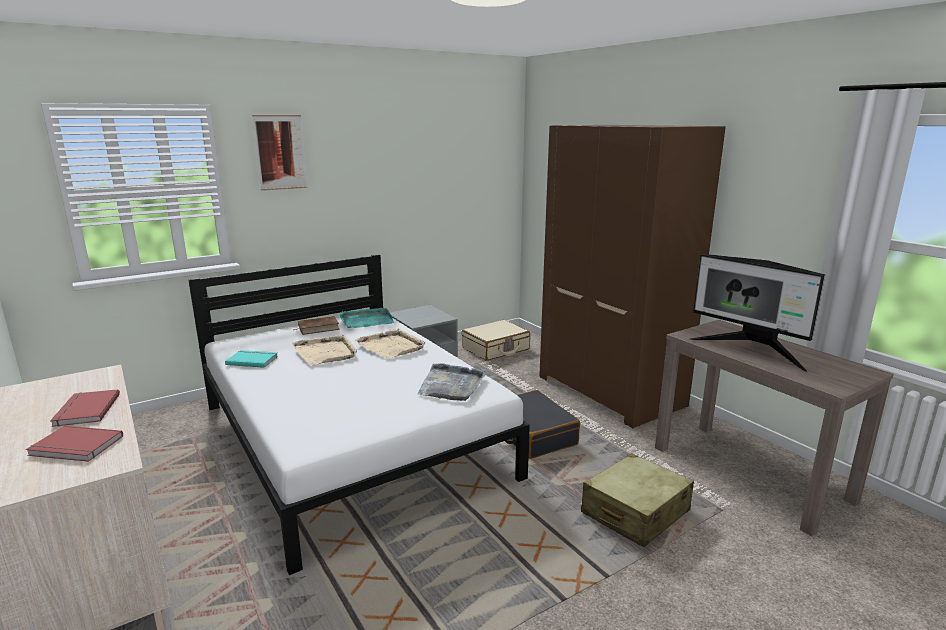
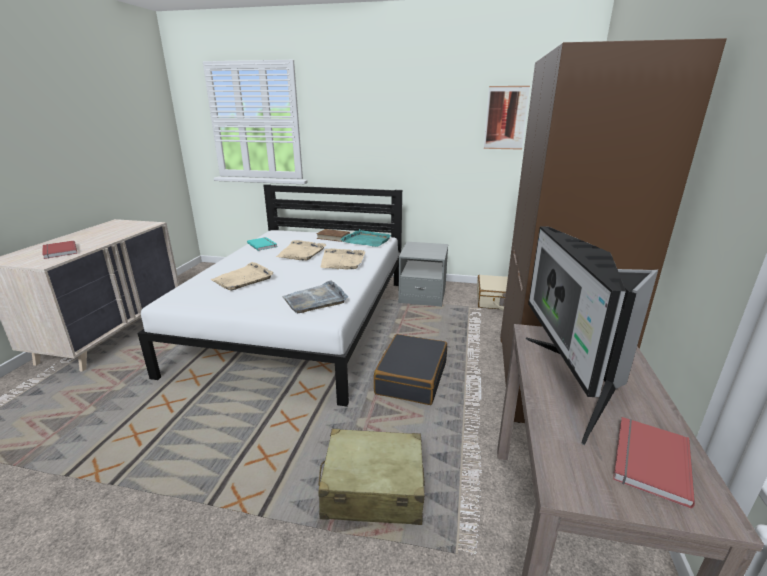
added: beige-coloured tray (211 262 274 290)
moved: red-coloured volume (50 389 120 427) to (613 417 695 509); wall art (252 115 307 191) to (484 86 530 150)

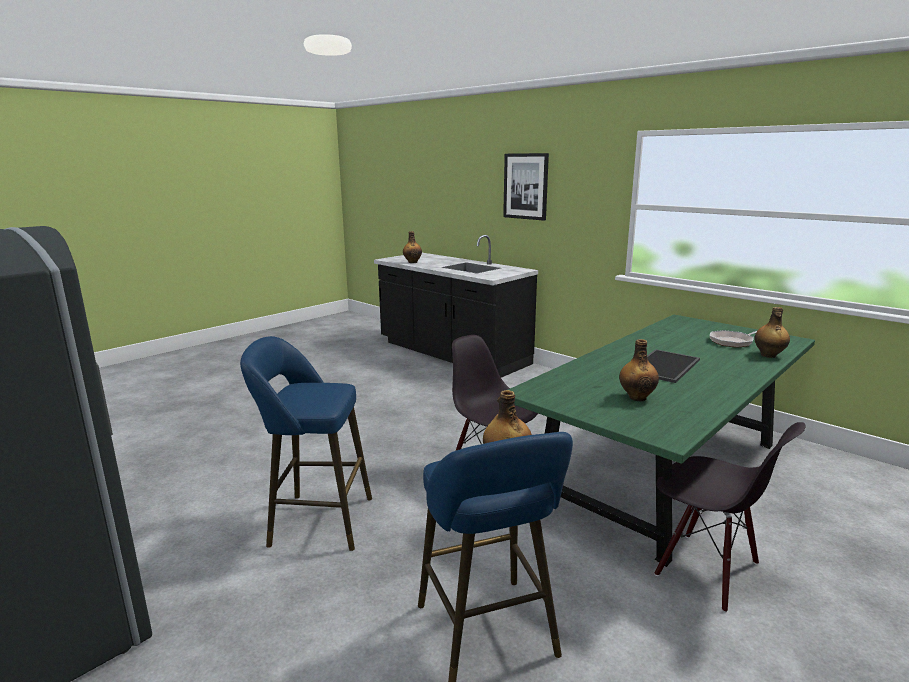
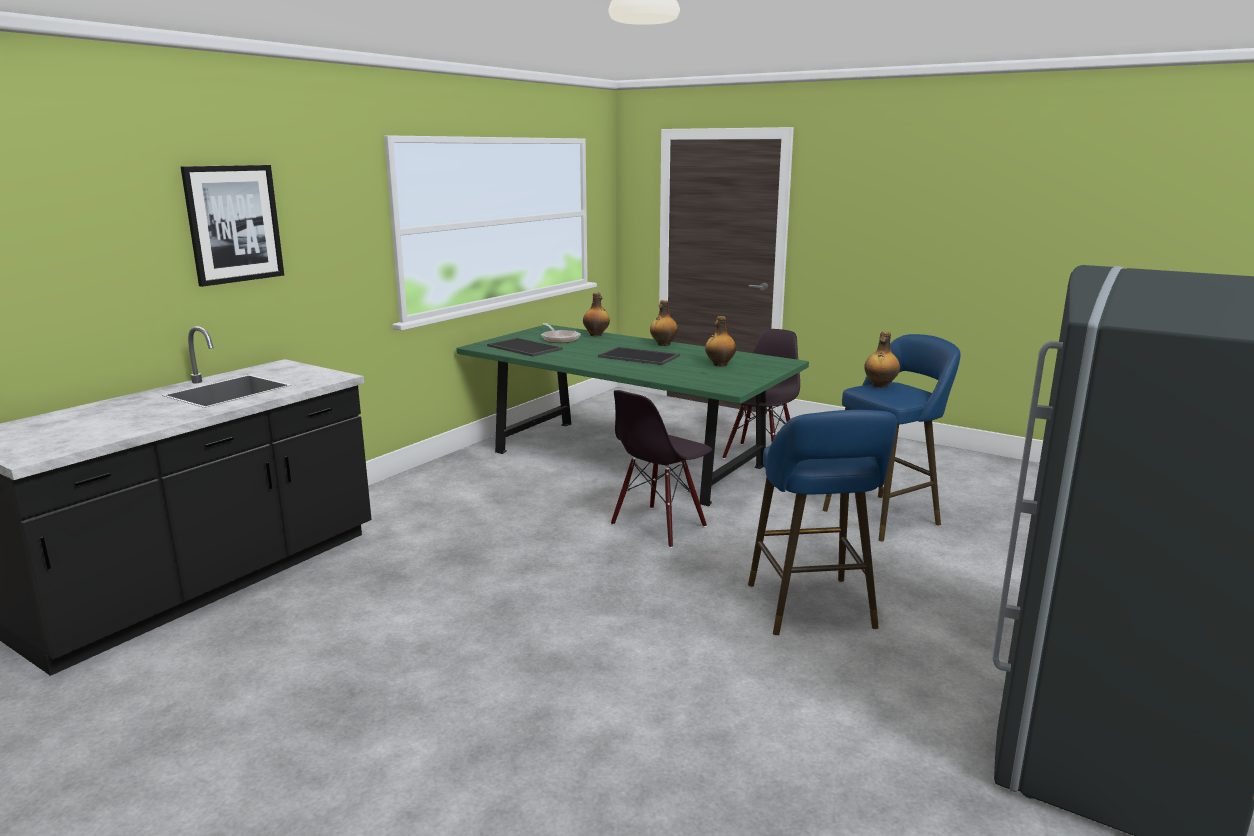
added: tray (487 338 563 357)
moved: beverage bottle (403 231 422 263) to (650 300 678 346)

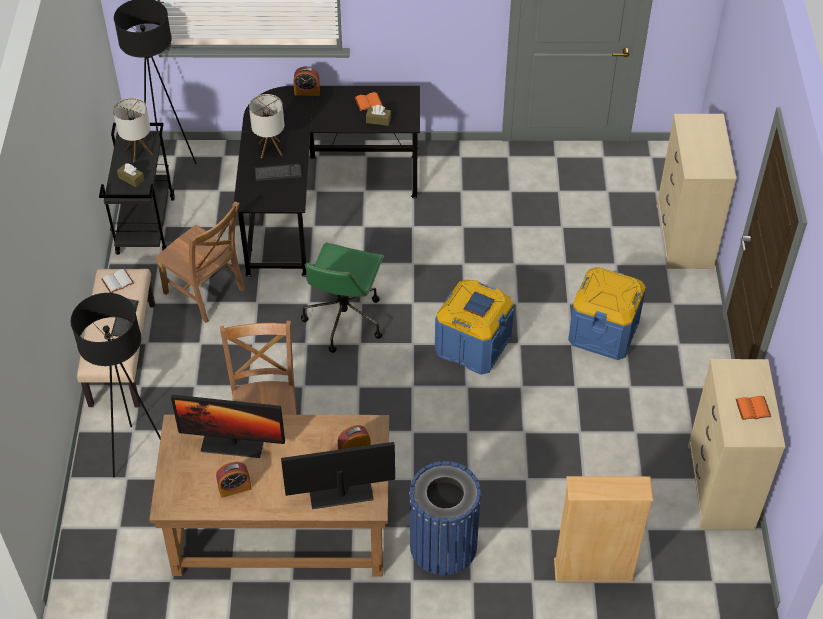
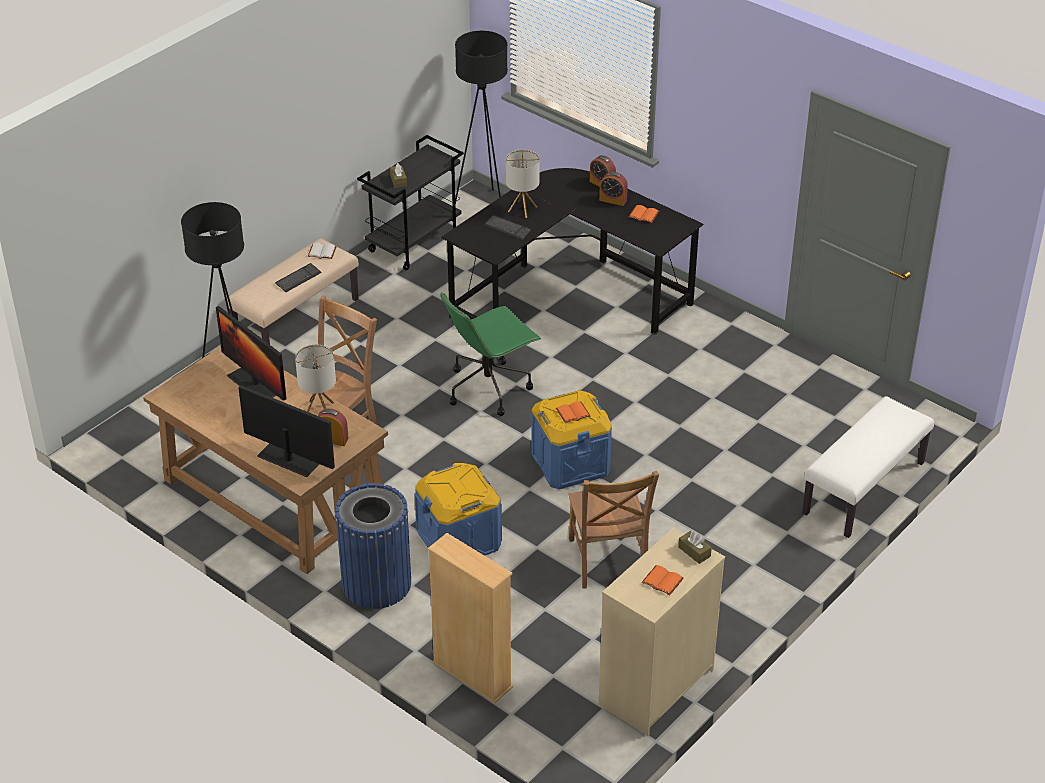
moved: lamp for a table (113 98 153 163) to (295 344 336 412); brownish upright chair (155 202 245 323) to (568 471 659 589); table clock (216 462 251 498) to (599 172 628 206); brownish tissue holder (366 105 391 126) to (678 531 712 564); bluish storage bin (568 267 646 360) to (415 463 502 555)
replaced: beige-coloured dresser (656 114 737 269) to white bench (802 396 934 538)
recoloured: bluish volume (463 292 495 318) to orange volume (556 401 591 423)

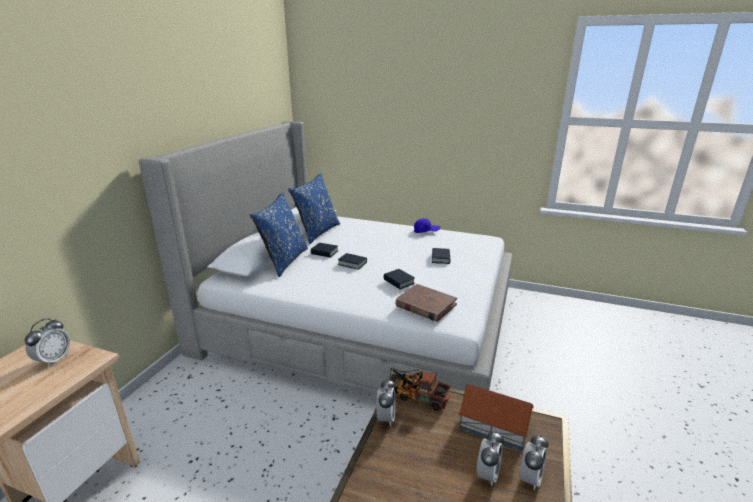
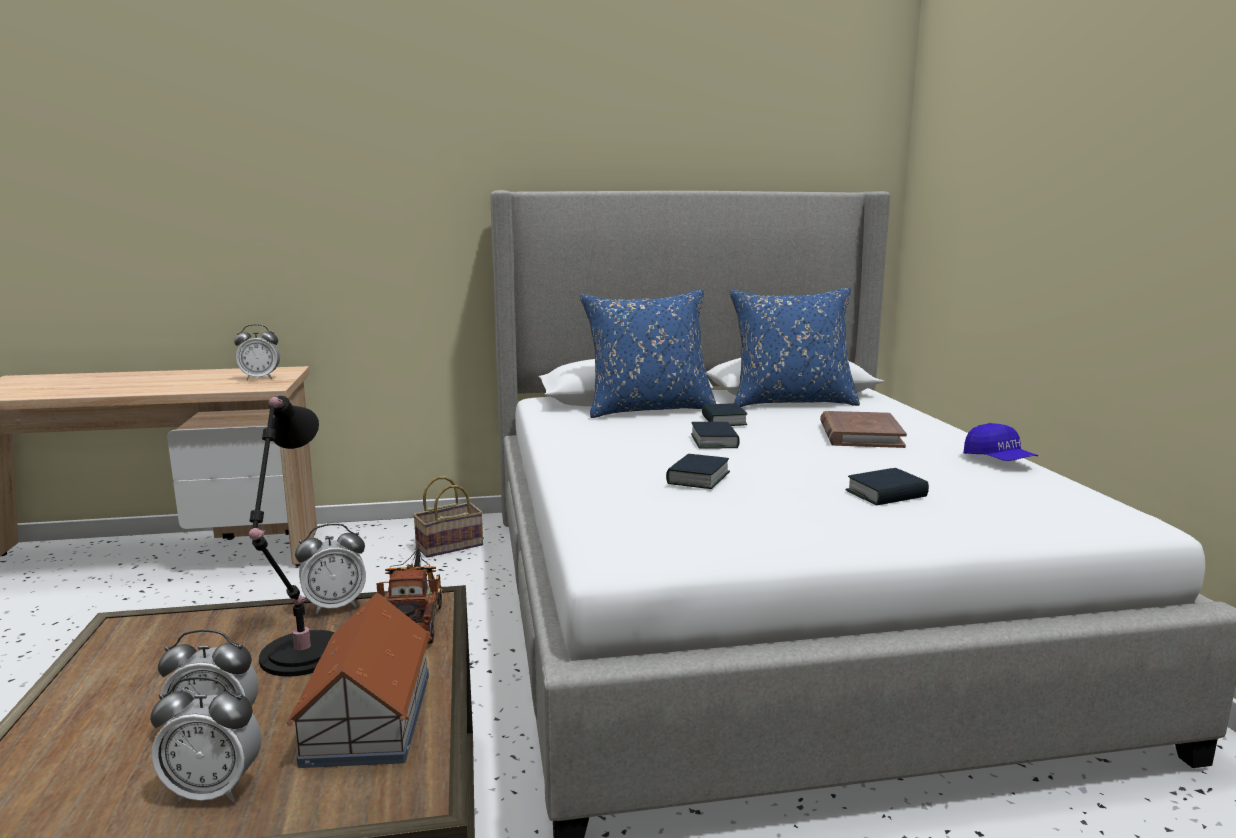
added: black-coloured lamp for a table (249 396 335 676); household basket (413 476 483 558)
moved: brownish volume (395 284 457 322) to (820 411 907 448)

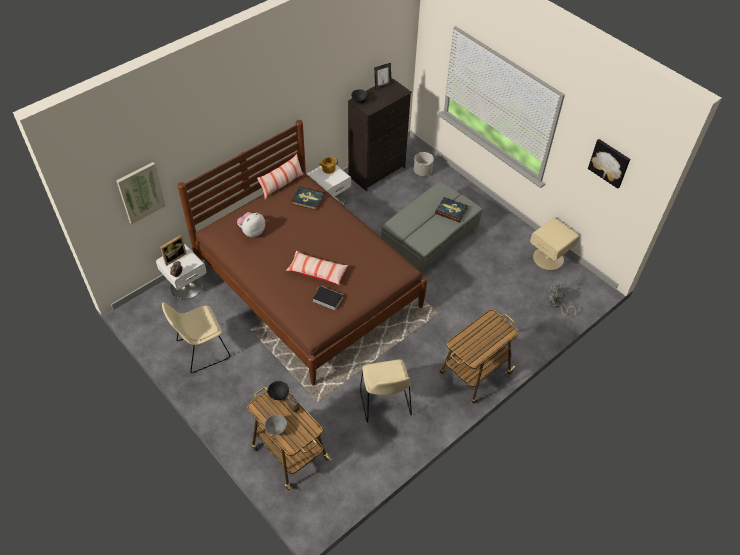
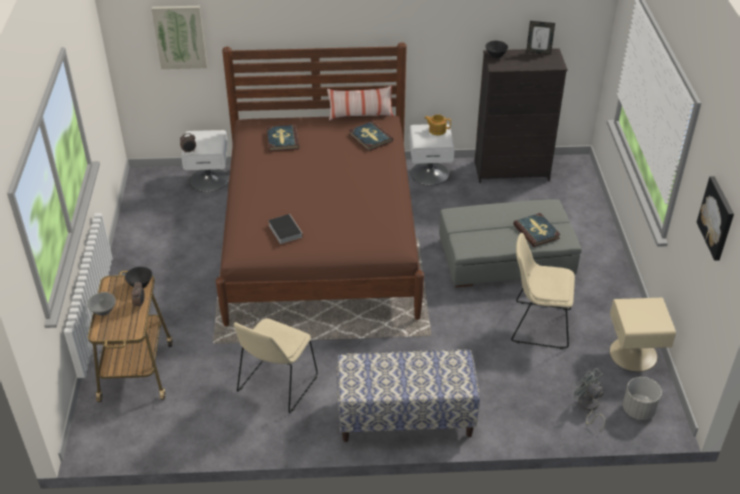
removed: photo frame (160 235 186 266); pillow (286 251 349 285)
moved: beige-coloured upright chair (162 302 230 373) to (511 233 575 349); greyish flower pot (414 152 434 176) to (623 377 662 420)
replaced: soft toy (237 212 265 237) to volume (267 125 299 152); cart (440 310 518 403) to bench (336 349 480 442)

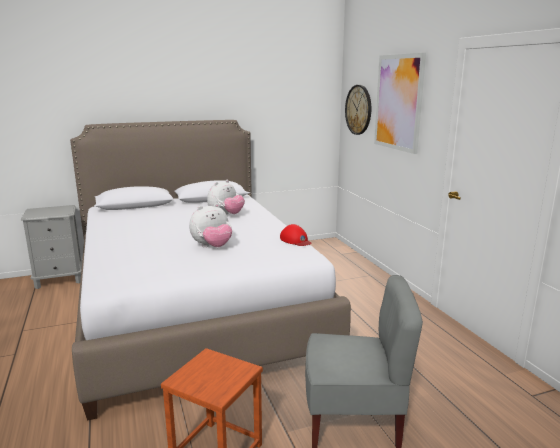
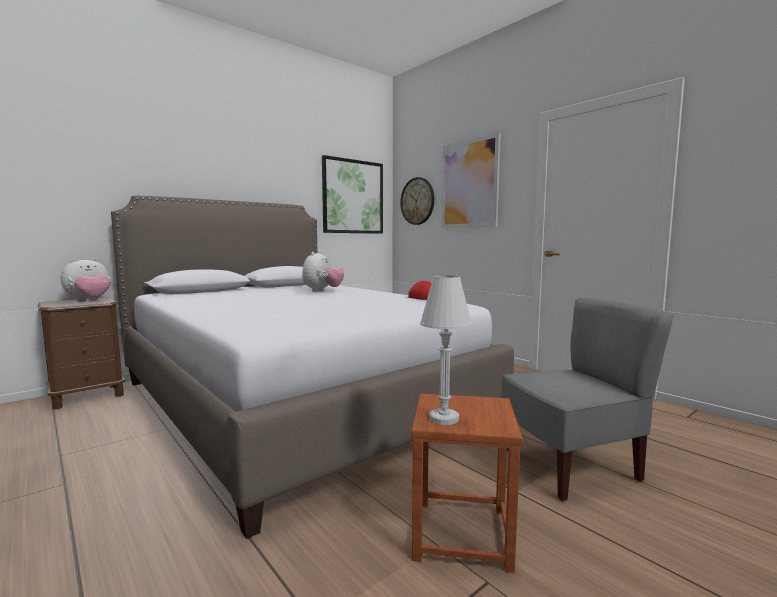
added: wall art (322 155 383 234); white lamp for a table (420 275 472 425)
moved: soft toy (189 203 232 247) to (61 258 111 302)
recoloured: greyish night table (21 205 82 289) to brownish night table (38 297 125 409)

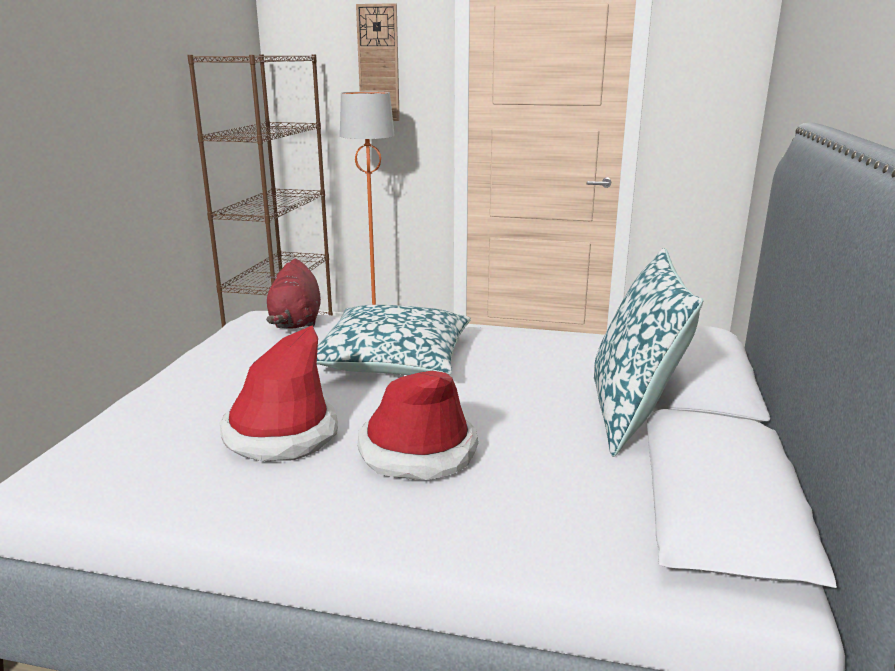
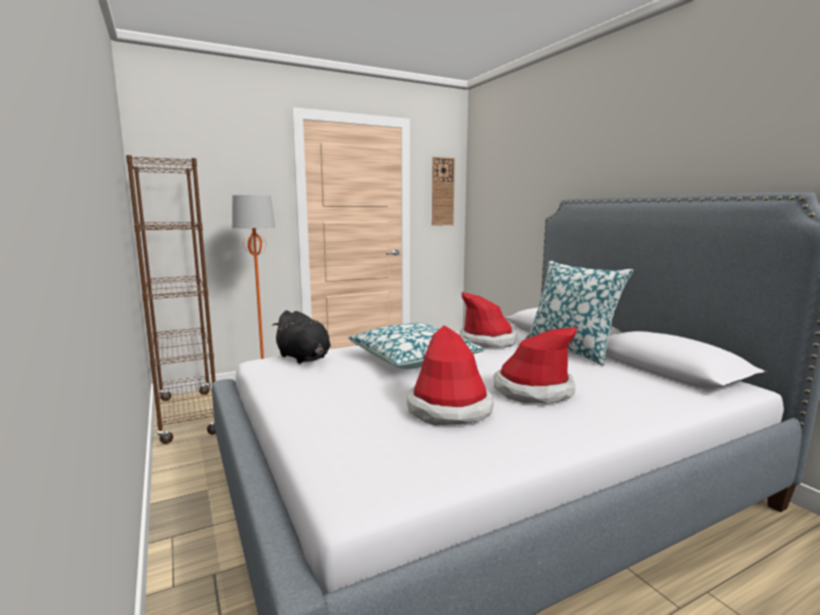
added: clothing hat (459 292 517 348)
moved: clock on the wall (356 3 400 121) to (432 157 455 226)
recoloured: red-coloured soft toy (266 259 321 329) to black-coloured soft toy (272 310 331 364)

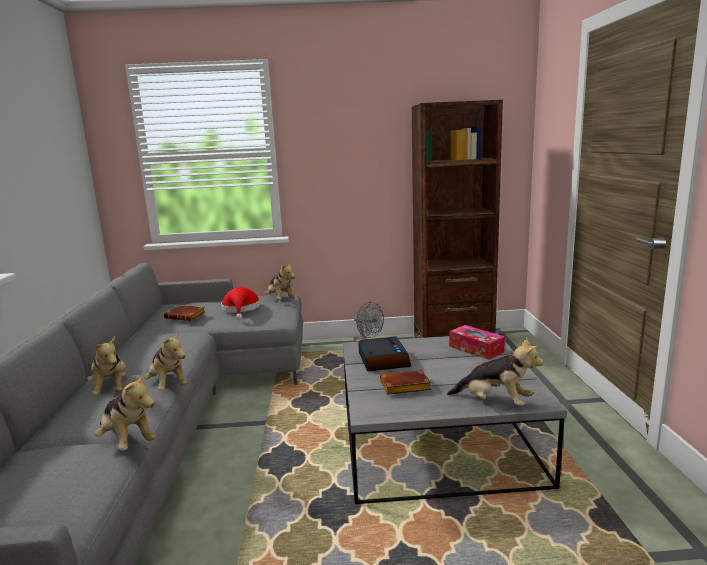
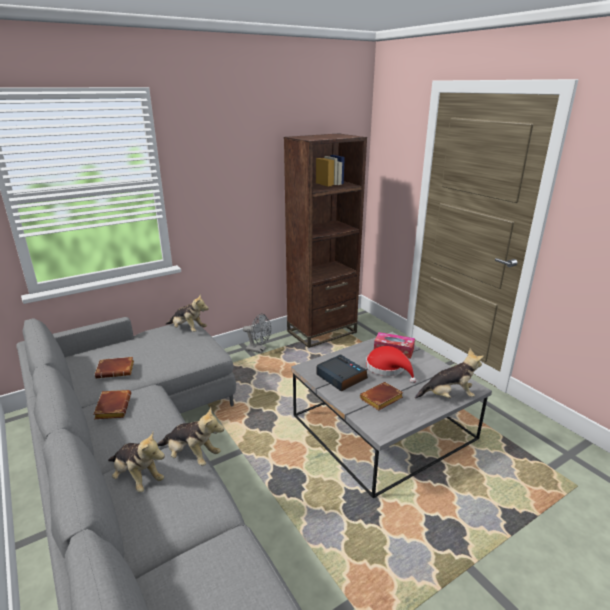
removed: soft toy (95 372 156 451)
added: brownish volume (93 390 131 419)
moved: red-coloured clothing hat (221 287 260 319) to (366 346 416 383)

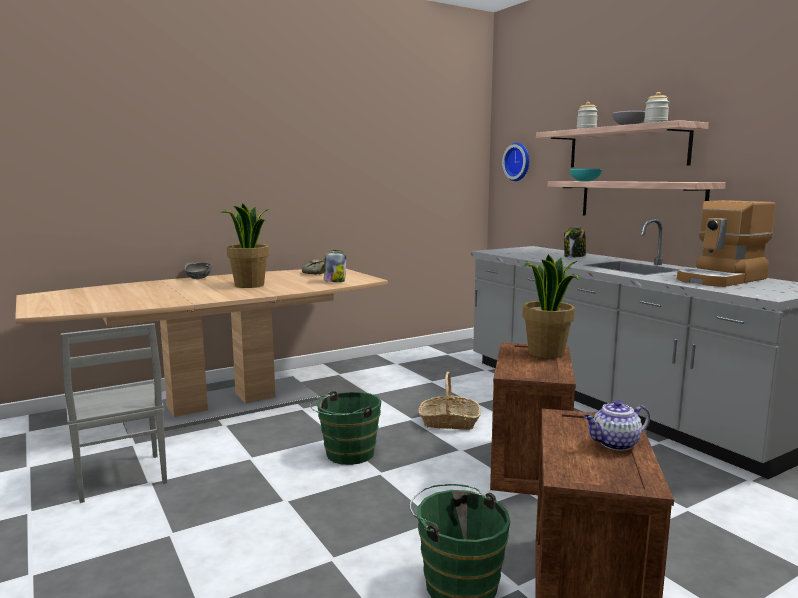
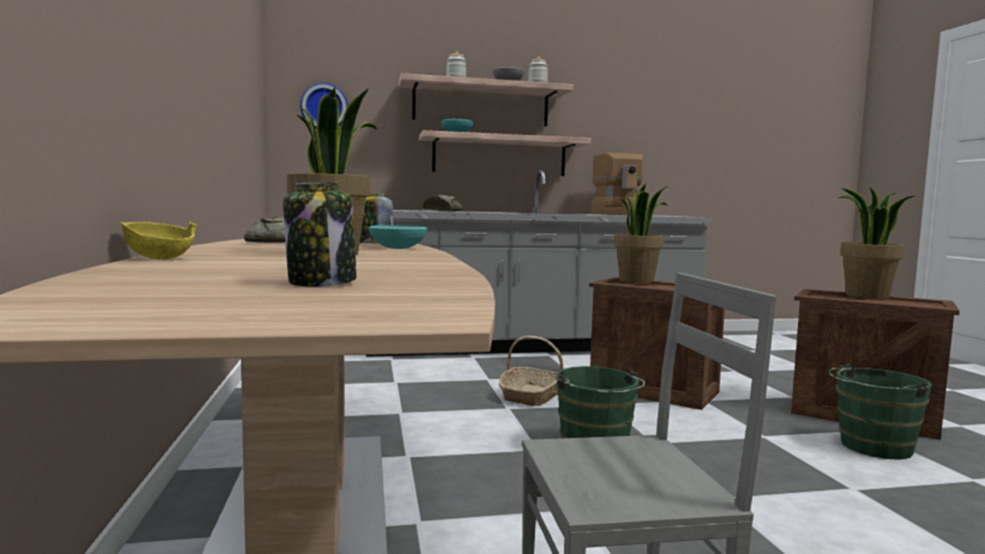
added: blue-green deep dish (368 225 428 249); bread (423 195 463 212)
moved: preserve jar (564 227 586 258) to (283 182 356 287)
replaced: teapot (584 400 650 451) to plant in a pot (838 187 915 299)
recoloured: greyish deep dish (185 262 212 279) to yellow deep dish (120 222 198 260)

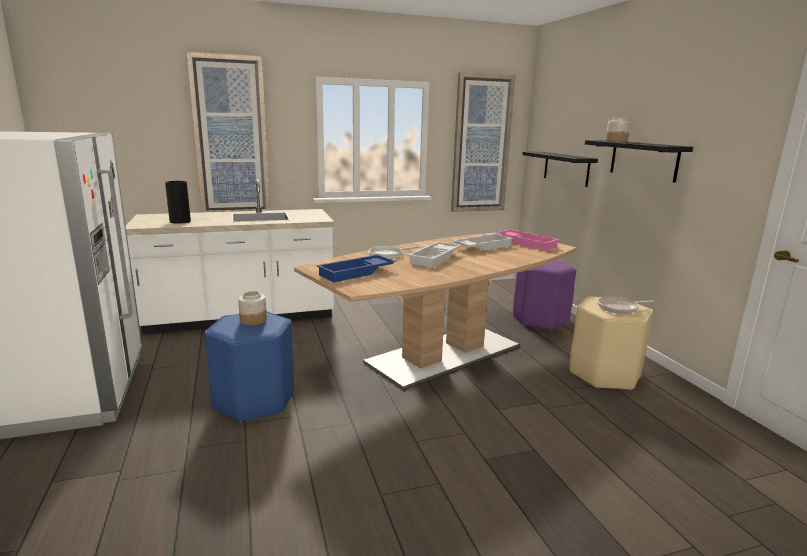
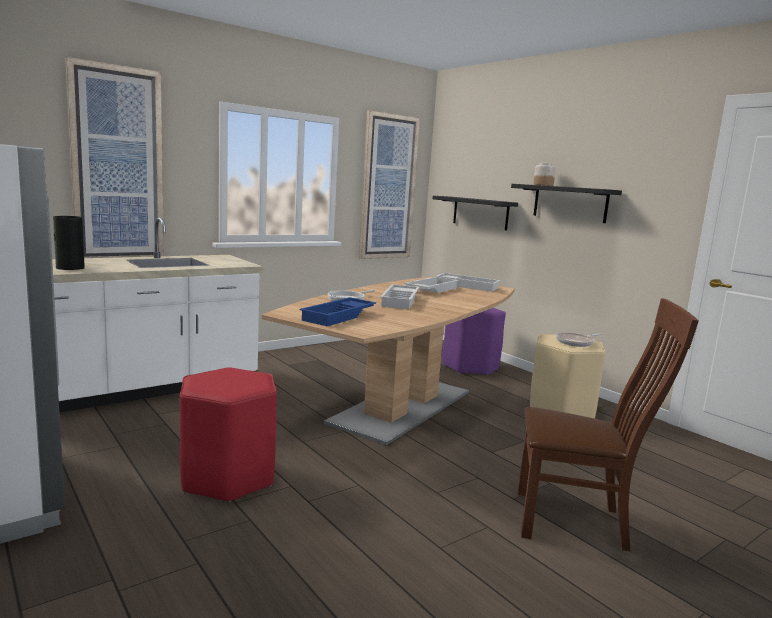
removed: preserve jar (238 291 267 325)
added: brownish upright chair (518 298 699 551)
recoloured: bluish sitting stool (205 311 294 423) to red-coloured sitting stool (180 367 277 503); pinkish tray (496 229 559 251) to white tray (436 273 501 292)

